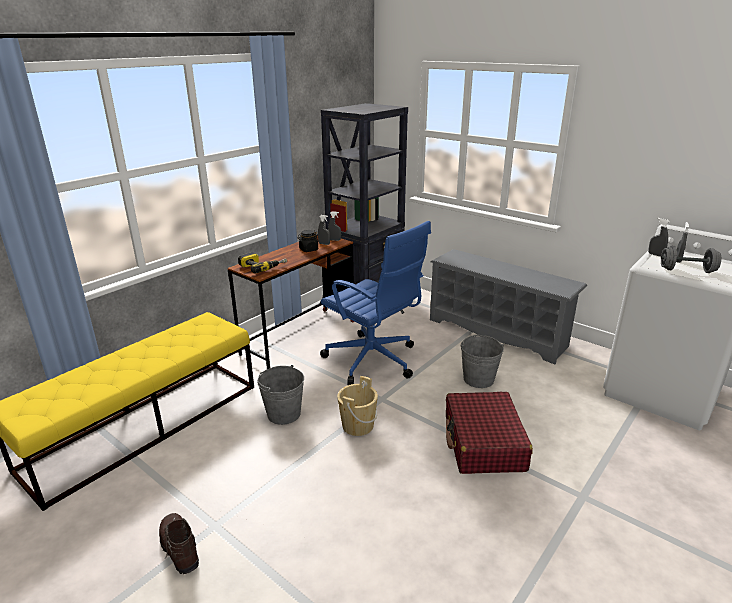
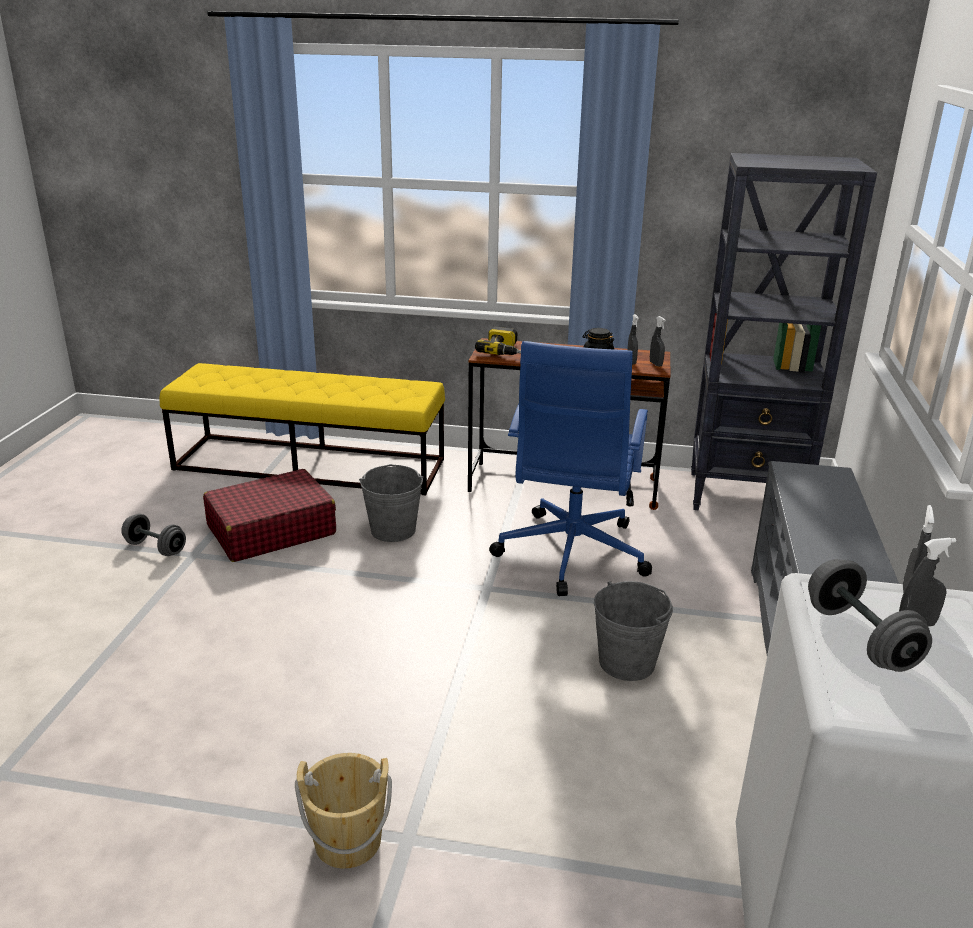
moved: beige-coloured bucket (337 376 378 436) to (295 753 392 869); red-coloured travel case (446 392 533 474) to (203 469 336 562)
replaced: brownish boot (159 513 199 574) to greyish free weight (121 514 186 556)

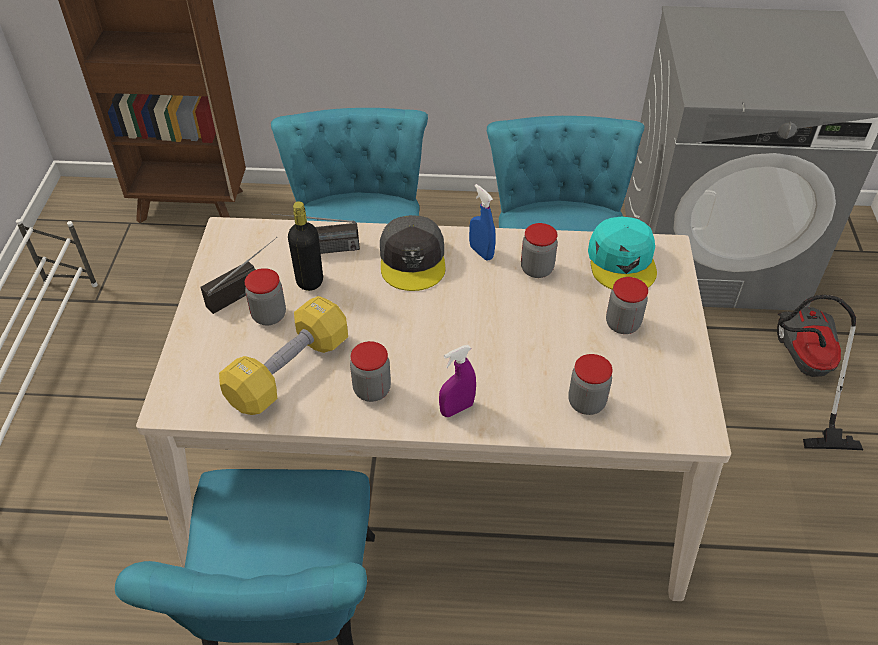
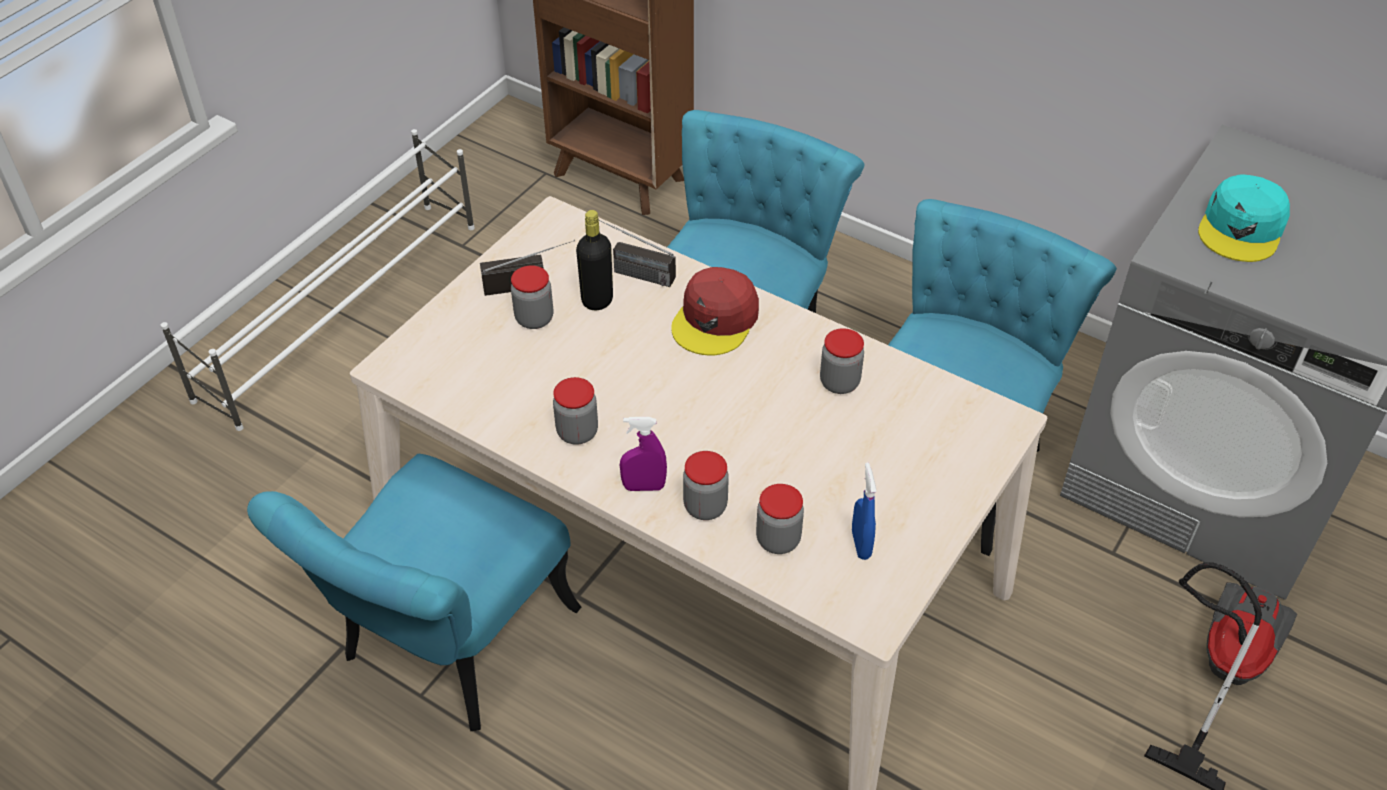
removed: yellow free weight (219 296 348 415)
moved: bluish hand sprayer (469 184 496 261) to (852 462 876 560); blue-green baseball cap (588 217 657 289) to (1198 174 1290 262); preserve jar (606 277 648 334) to (683 451 729 520)
recoloured: greyish baseball cap (380 215 446 291) to red-coloured baseball cap (671 267 759 355)

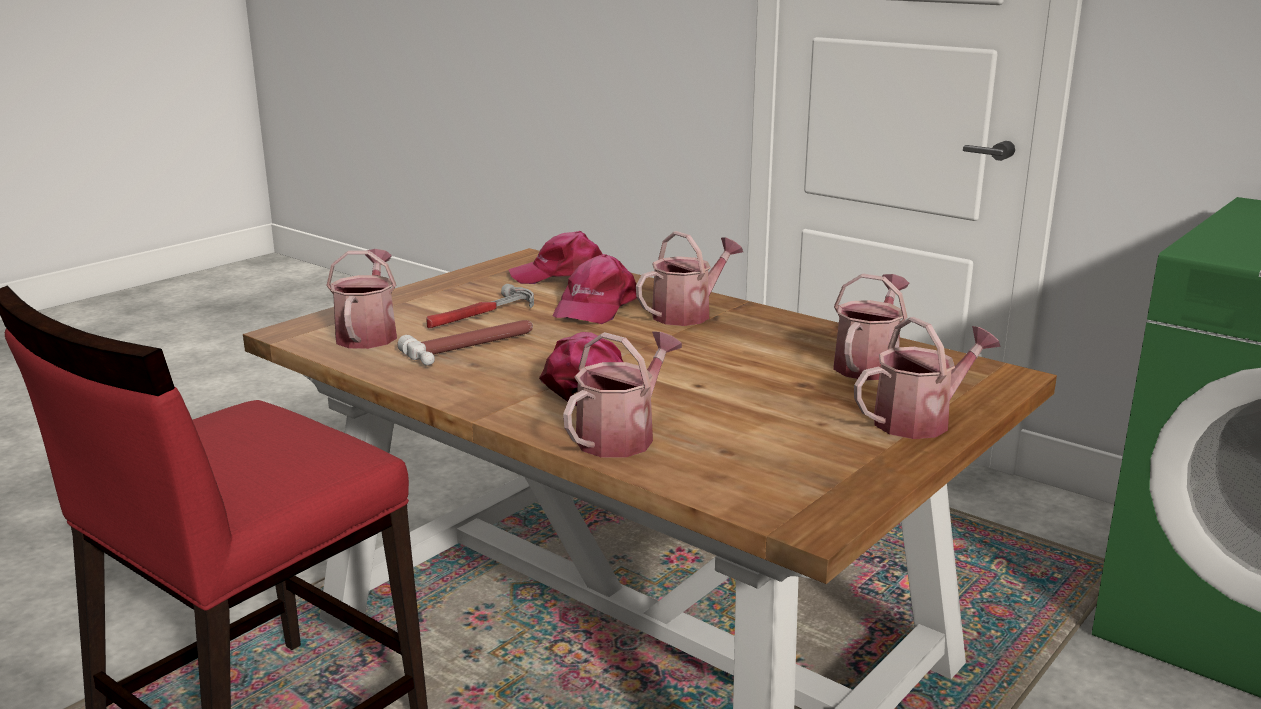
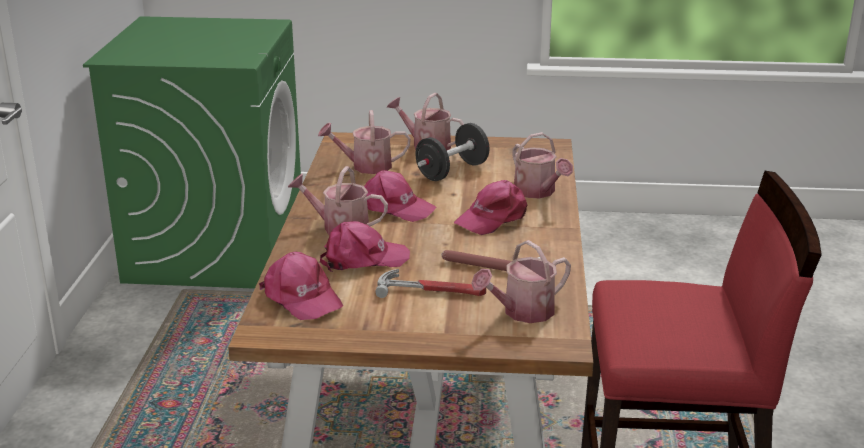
added: pinkish baseball cap (364 170 437 222); black-coloured free weight (415 123 490 181)
turned: sprinkling can (563 332 682 458) = (513 132 573 199) 120 degrees counterclockwise

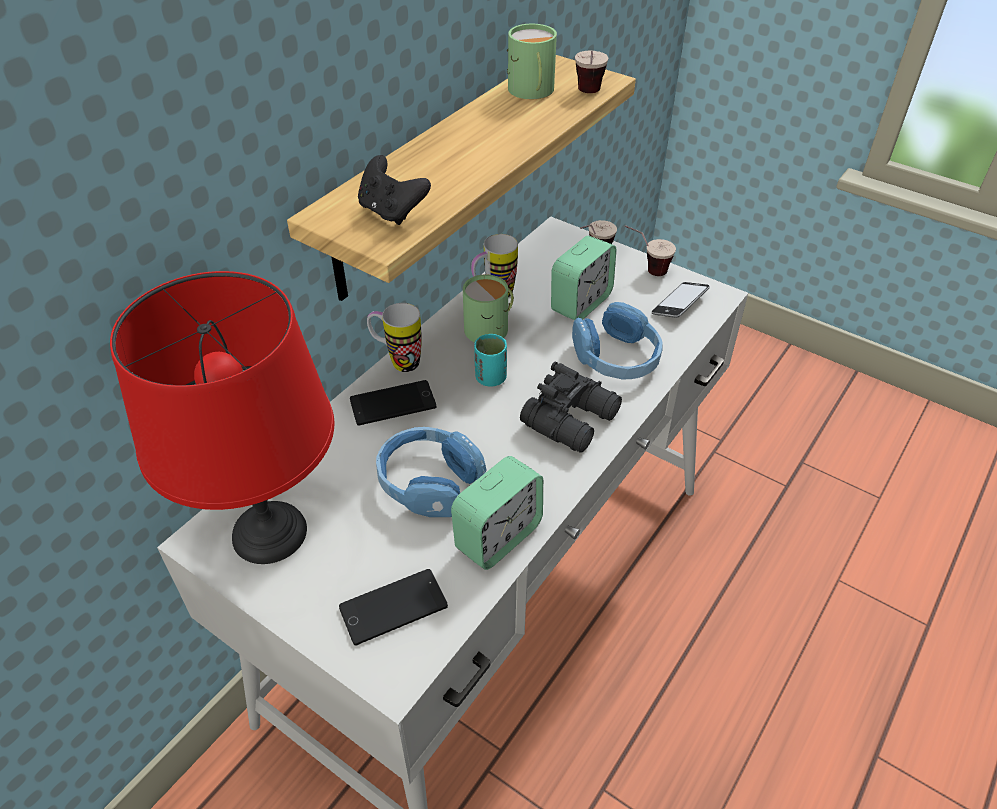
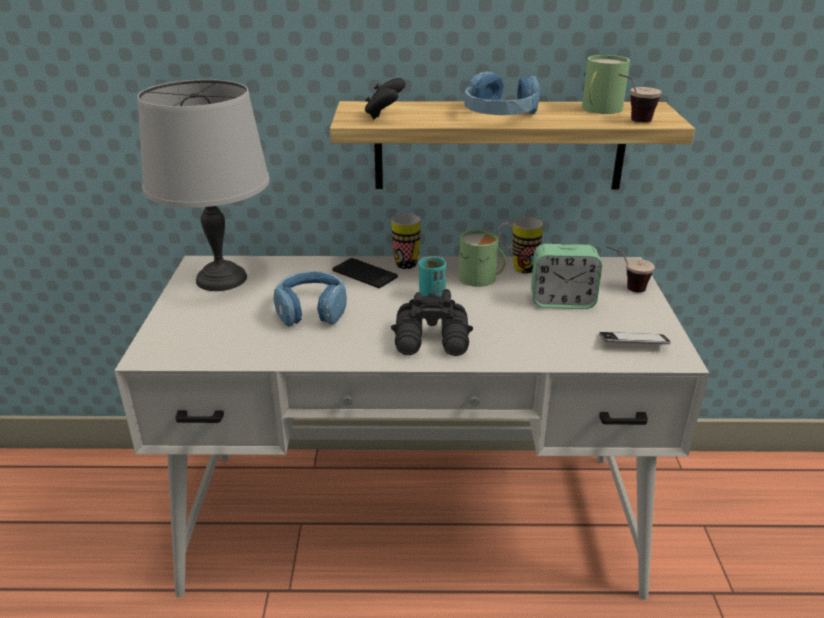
removed: telephone (339 569 448 646); table clock (451 456 543 570); small cup (624 225 676 276)
moved: bluish headphones (572 302 663 380) to (464 71 540 115)
recoloured: red-coloured lamp for a table (110 271 334 564) to greyish lamp for a table (137 79 270 291)

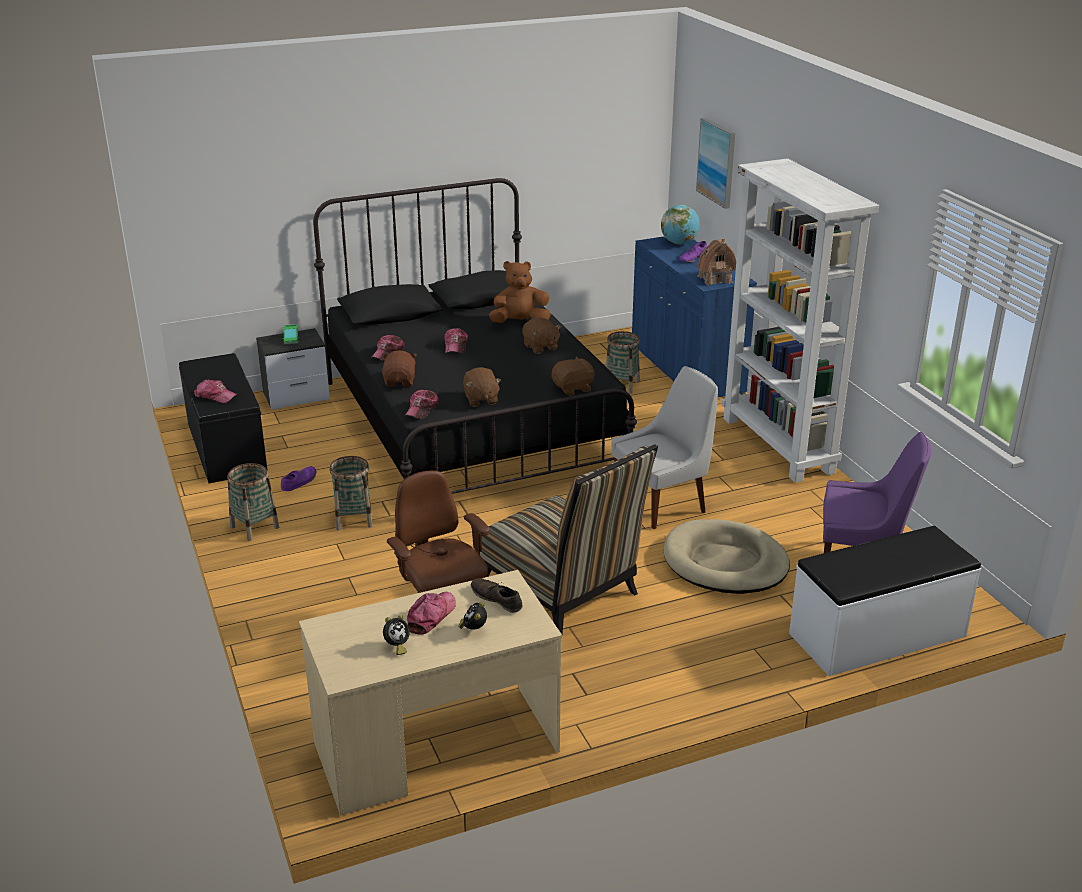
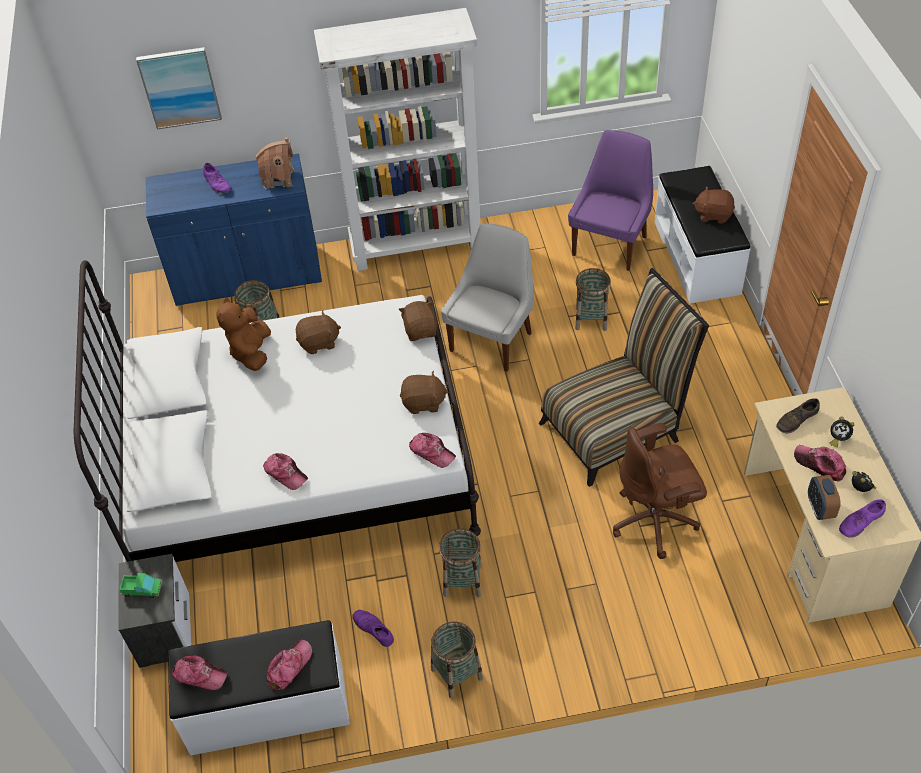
removed: desk globe (661 205 700 245)
added: table clock (808 475 841 520); purple low shoe (839 499 886 538)
moved: brownish soft toy (382 350 417 387) to (693 186 735 224); baseball cap (445 328 468 354) to (172 655 227 690)
replaced: beige-coloured dog bed (664 519 790 594) to household basket (575 268 611 331)
recoloured: black-coloured bench (179 353 268 483) to white bench (168 620 350 755); black-coloured bedroom bed (313 178 637 494) to white bedroom bed (74 260 481 562)
turned: white upright chair (612 366 718 529) = (441 223 534 371) 45 degrees clockwise

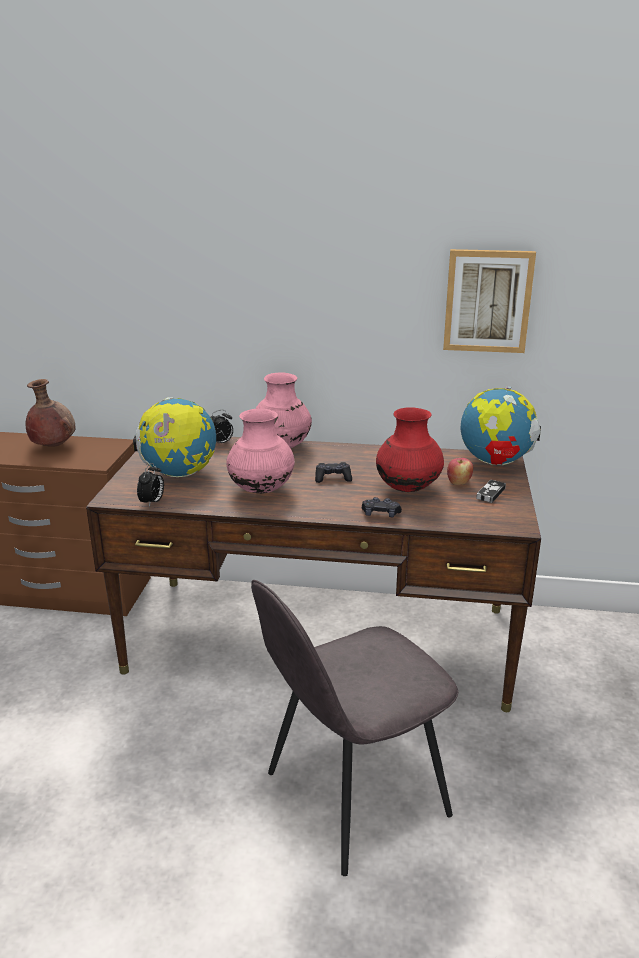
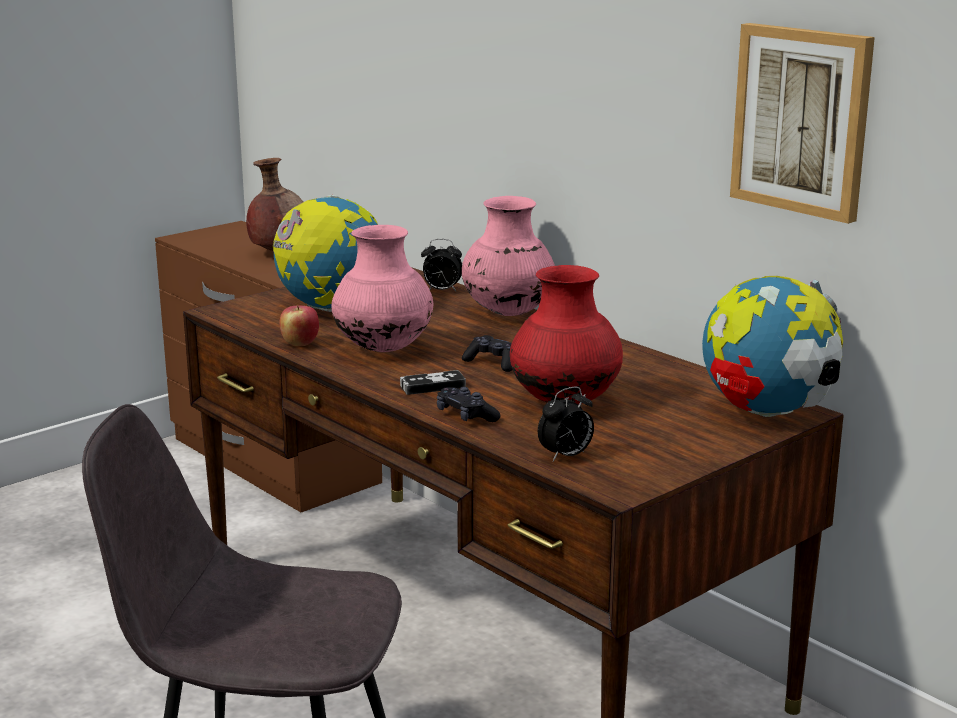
moved: table clock (137 463 164 507) to (538 387 594 461); whole apple (447 458 473 485) to (279 305 319 346); game controller (476 480 506 503) to (400 370 466 395)

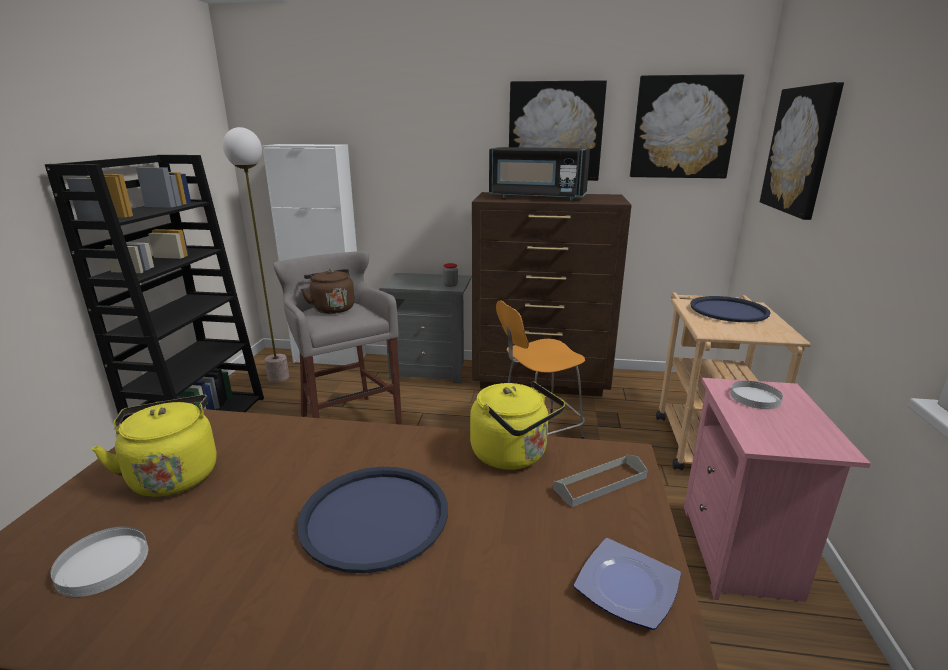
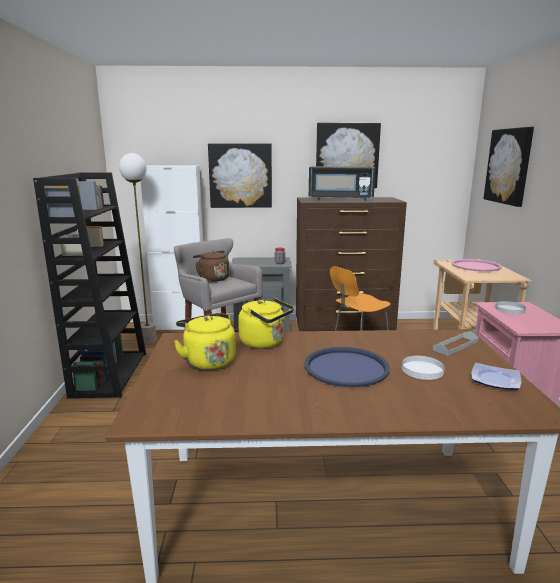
moved: white plate (50 526 148 597) to (402 356 445 380); yellow tea kettle (470 381 565 470) to (238 298 294 349); wall art (630 74 744 178) to (208 143 272 208)
recoloured: bluish tray (690 296 770 322) to pinkish tray (452 259 502 272)

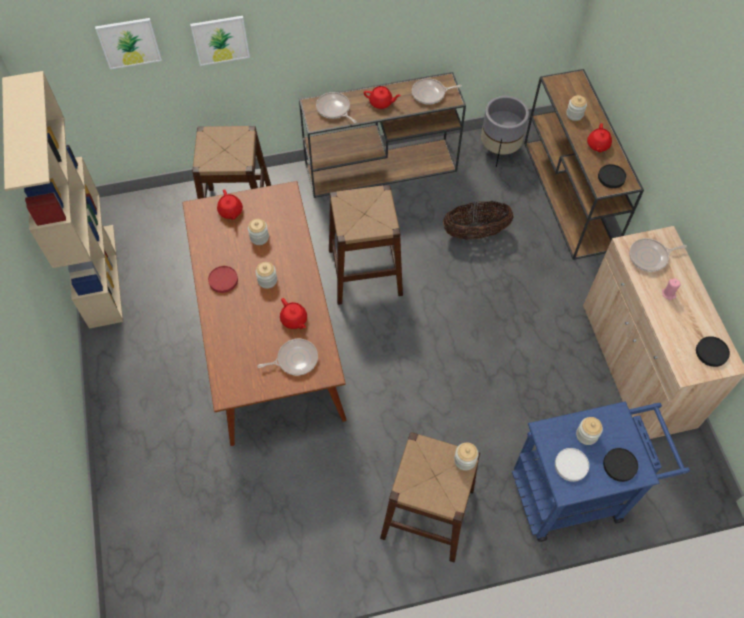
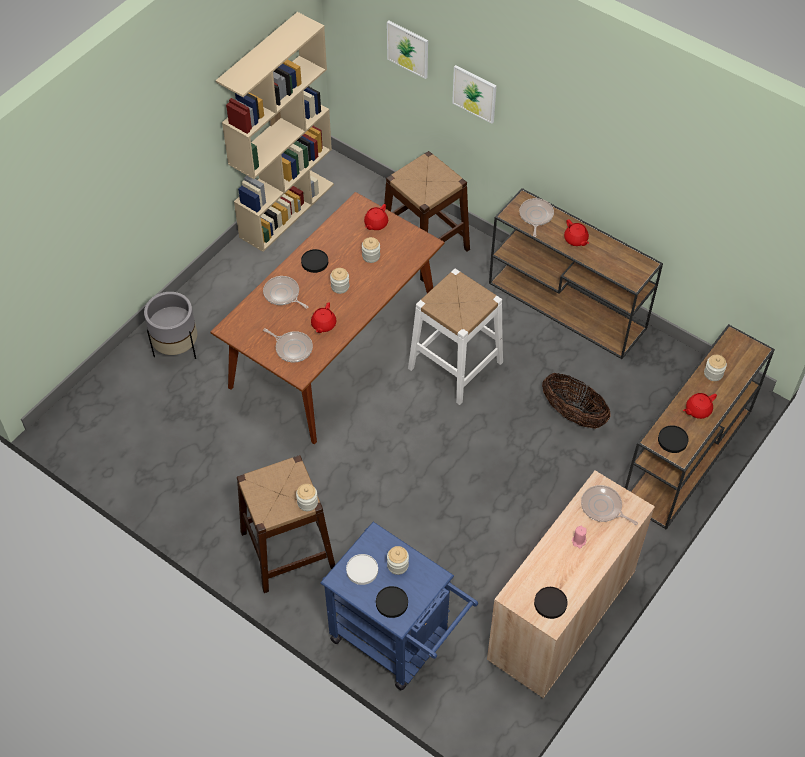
moved: pan (412 78 462 105) to (263 276 308 309); greyish flower pot (481 96 529 167) to (144 292 197 359)
recoloured: red-coloured plate (208 266 238 293) to black-coloured plate (301 249 328 273); brownish sitting stool (329 185 403 305) to white sitting stool (408 269 503 405)

